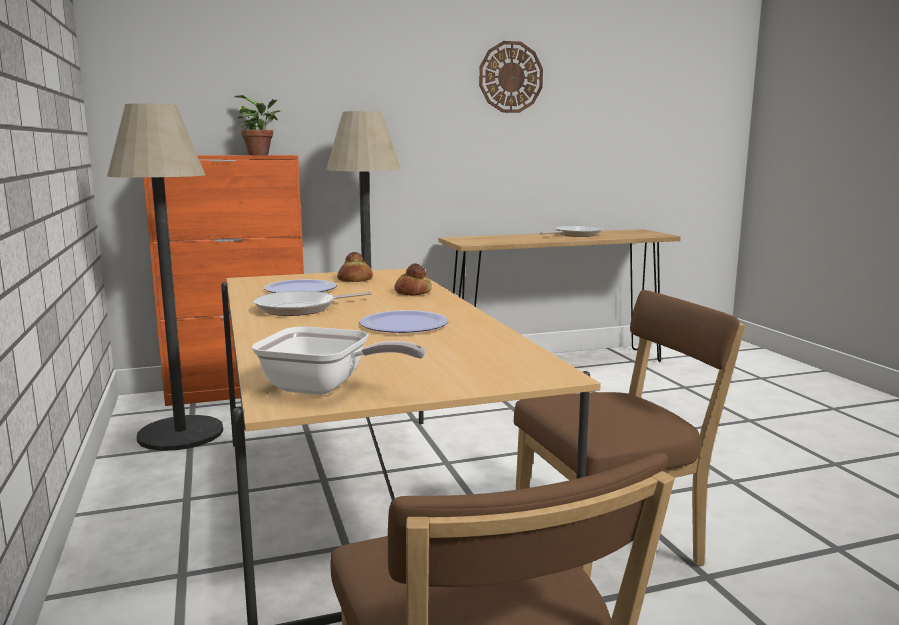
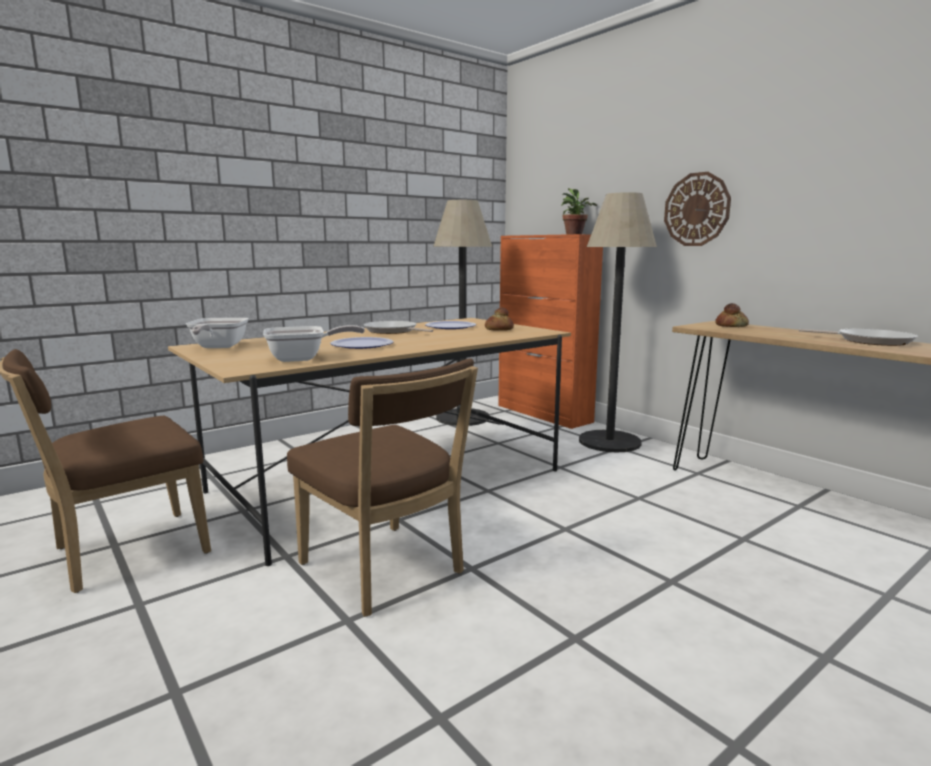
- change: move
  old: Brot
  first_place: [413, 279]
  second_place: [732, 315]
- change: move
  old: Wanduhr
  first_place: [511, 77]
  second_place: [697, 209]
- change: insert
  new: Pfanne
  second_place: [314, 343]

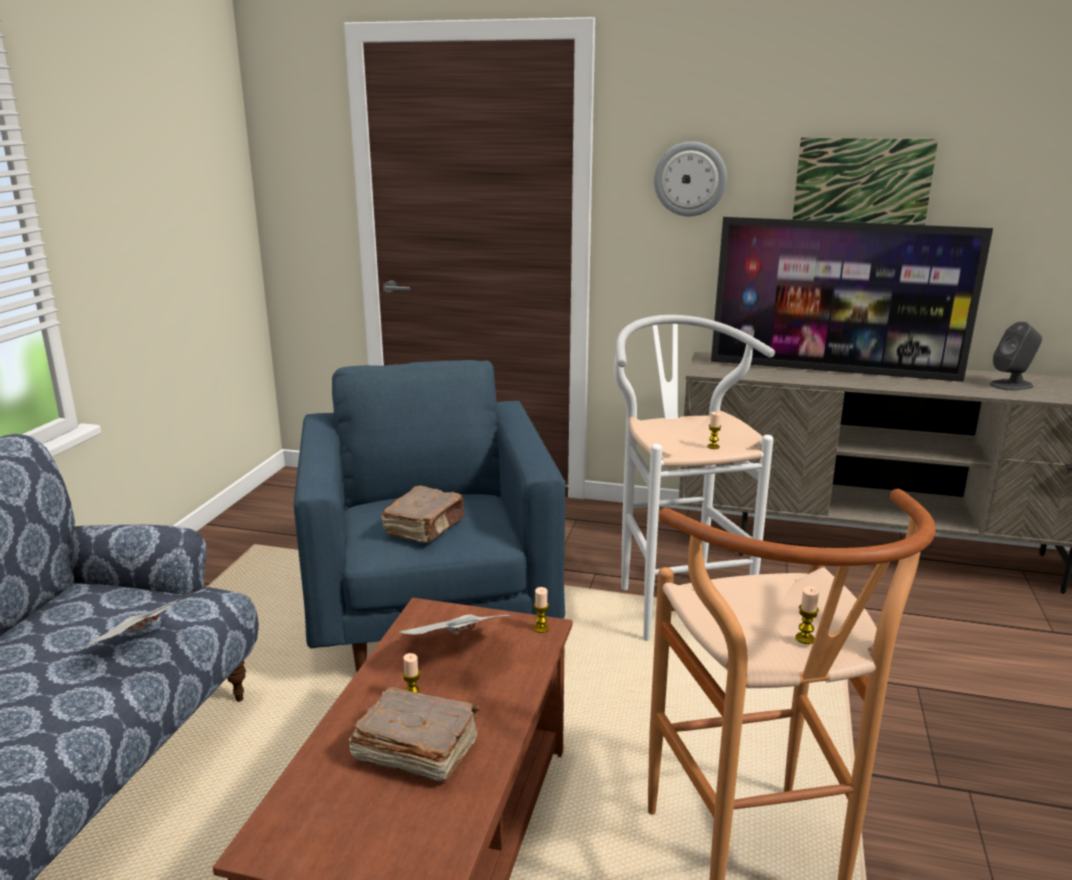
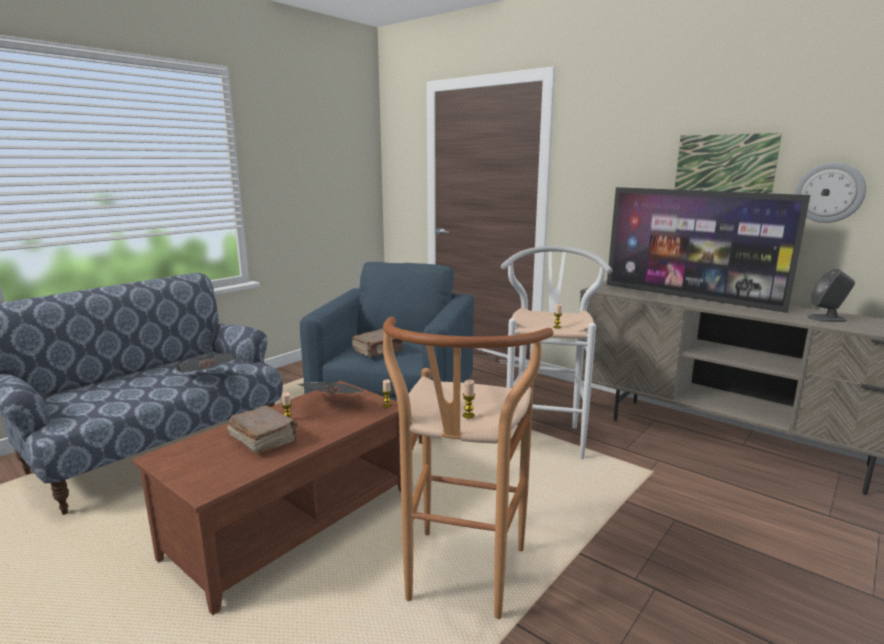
- change: move
  old: Wanduhr
  first_place: [690, 178]
  second_place: [830, 192]

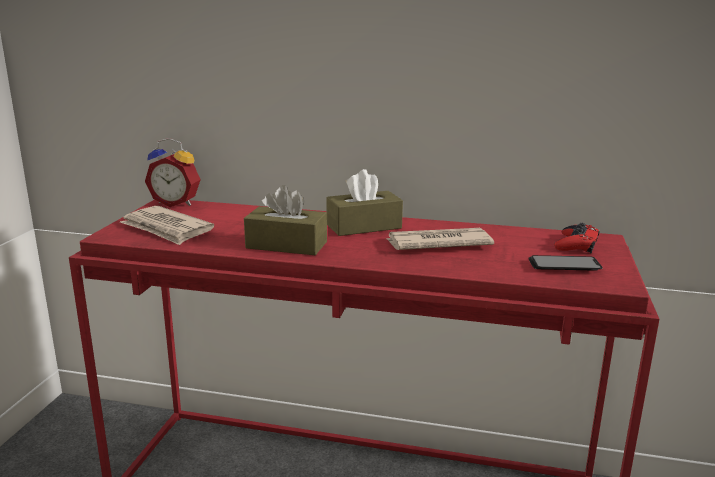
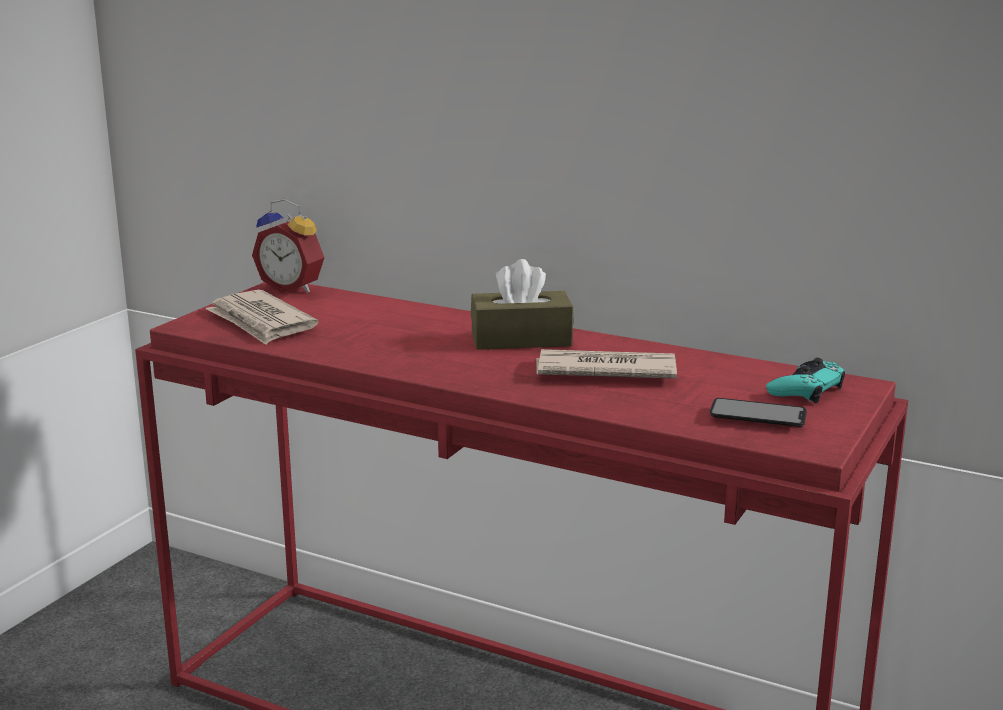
- change: delete
  old: Taschentuchbox/braun
  first_place: [285, 220]
- change: recolor
  old: Gamepad/rot
  new: Gamepad/türkis
  first_place: [577, 237]
  second_place: [805, 380]

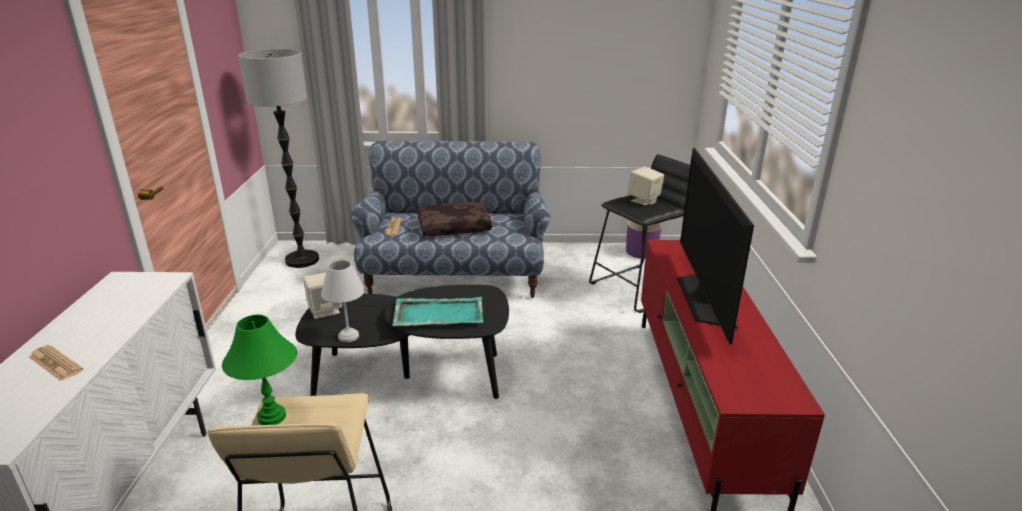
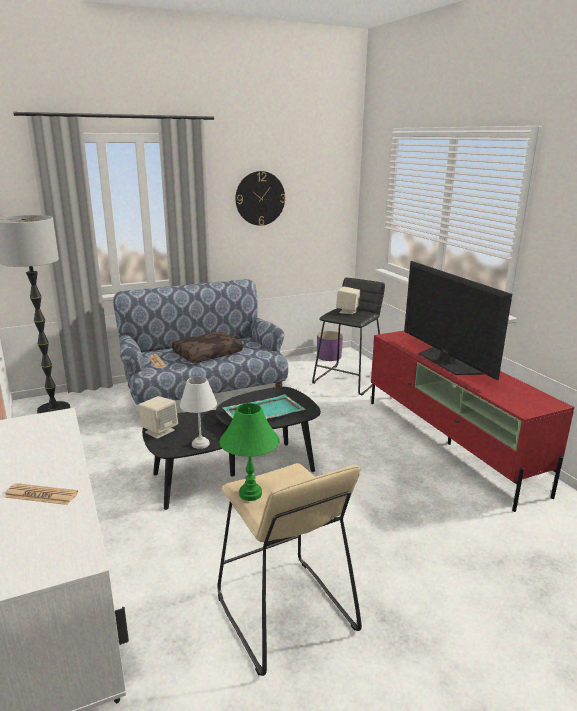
- change: insert
  new: Wanduhr
  second_place: [260, 198]

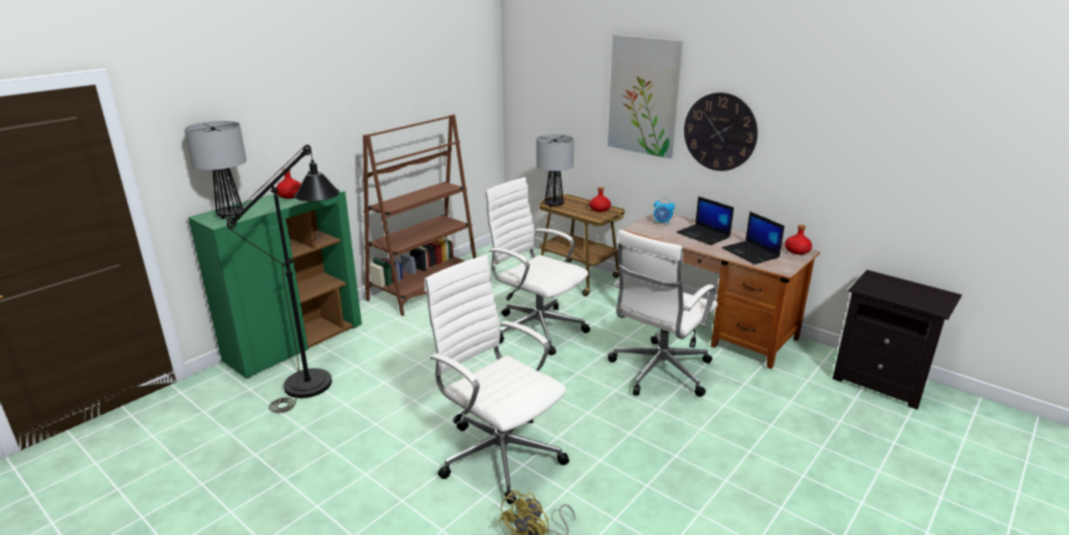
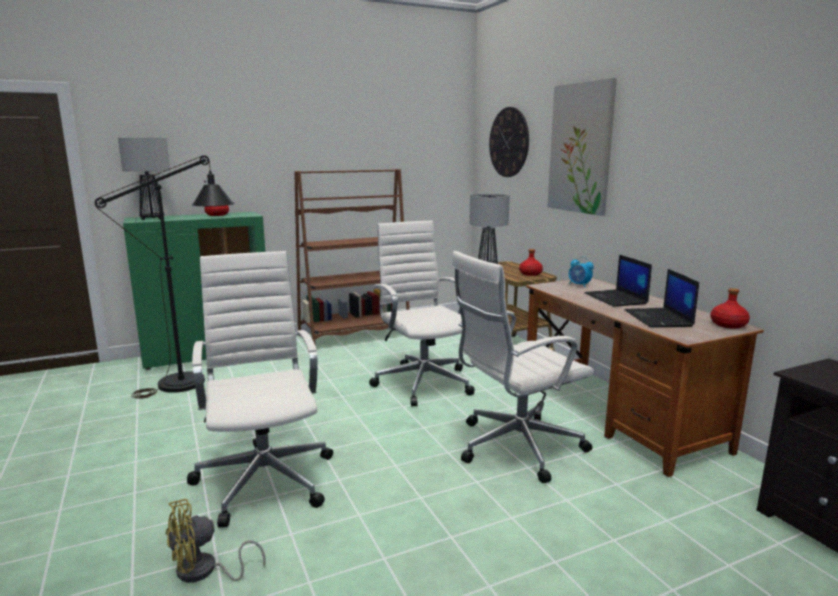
- change: move
  old: Wanduhr
  first_place: [721, 132]
  second_place: [509, 142]

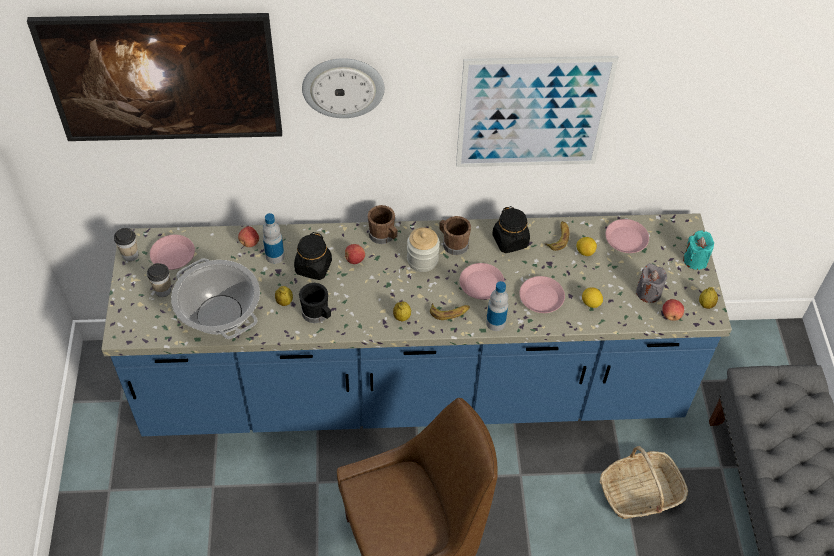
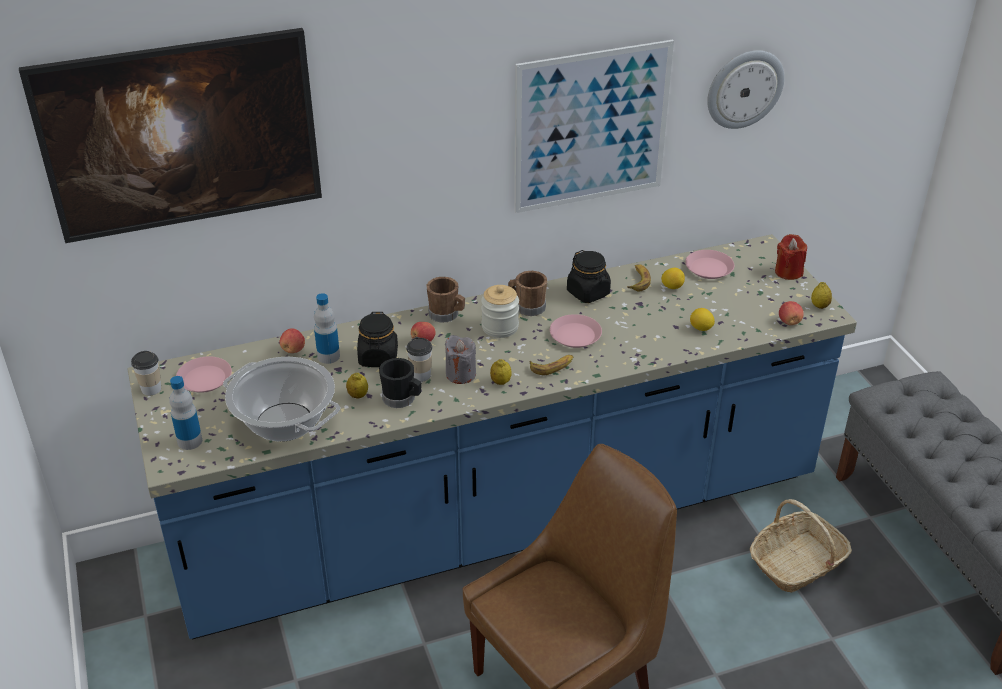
- change: move
  old: Tasse
  first_place: [159, 280]
  second_place: [419, 359]
- change: move
  old: Wanduhr
  first_place: [343, 88]
  second_place: [746, 89]
- change: move
  old: Flasche
  first_place: [497, 306]
  second_place: [185, 413]
- change: delete
  old: Teller/rosa
  first_place: [542, 294]
- change: move
  old: Kerze/grau
  first_place: [651, 283]
  second_place: [460, 359]
- change: recolor
  old: Kerze/türkis
  new: Kerze/rot
  first_place: [698, 250]
  second_place: [791, 257]

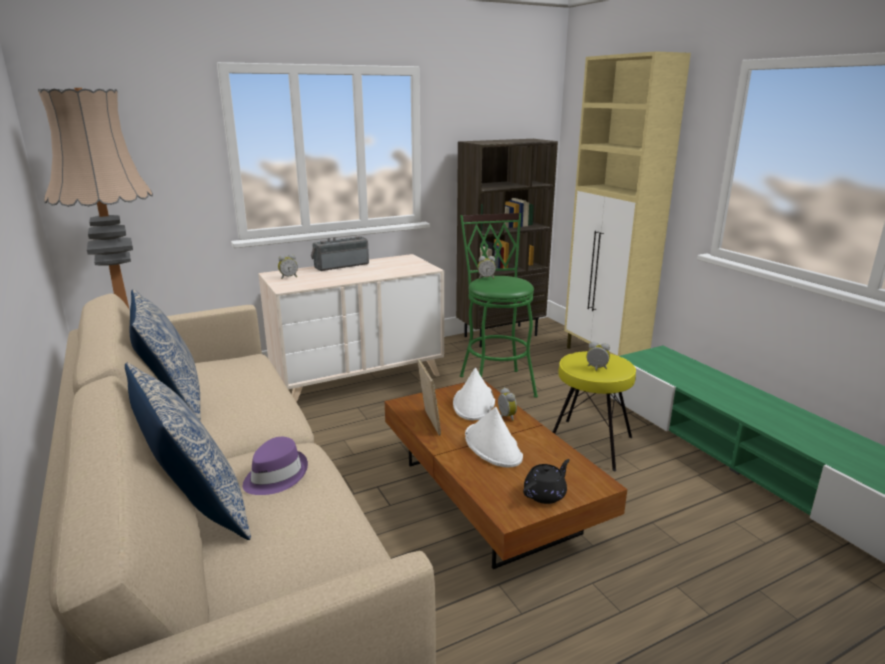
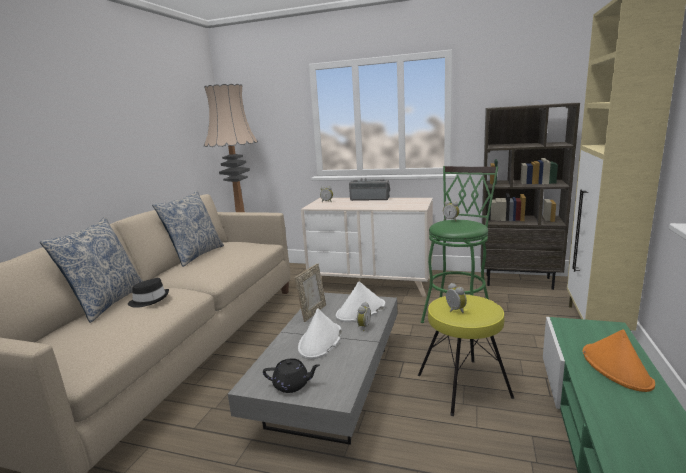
- change: recolor
  old: Hut/lila
  new: Hut/schwarz
  first_place: [275, 466]
  second_place: [148, 293]
- change: recolor
  old: Couchtisch/braun
  new: Couchtisch/grau
  first_place: [505, 474]
  second_place: [312, 369]
- change: insert
  new: Hut/orange
  second_place: [619, 360]

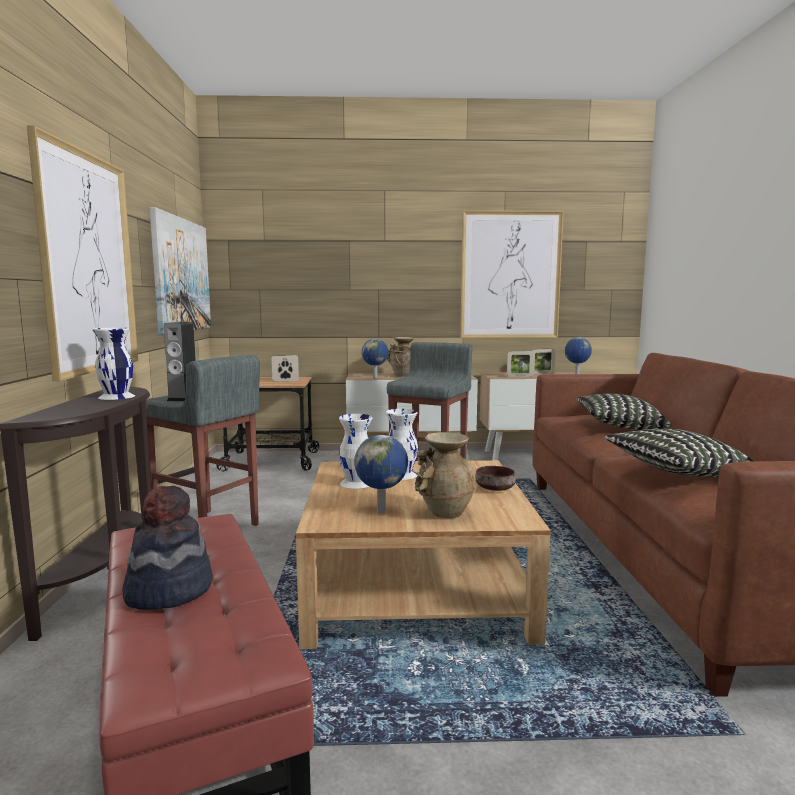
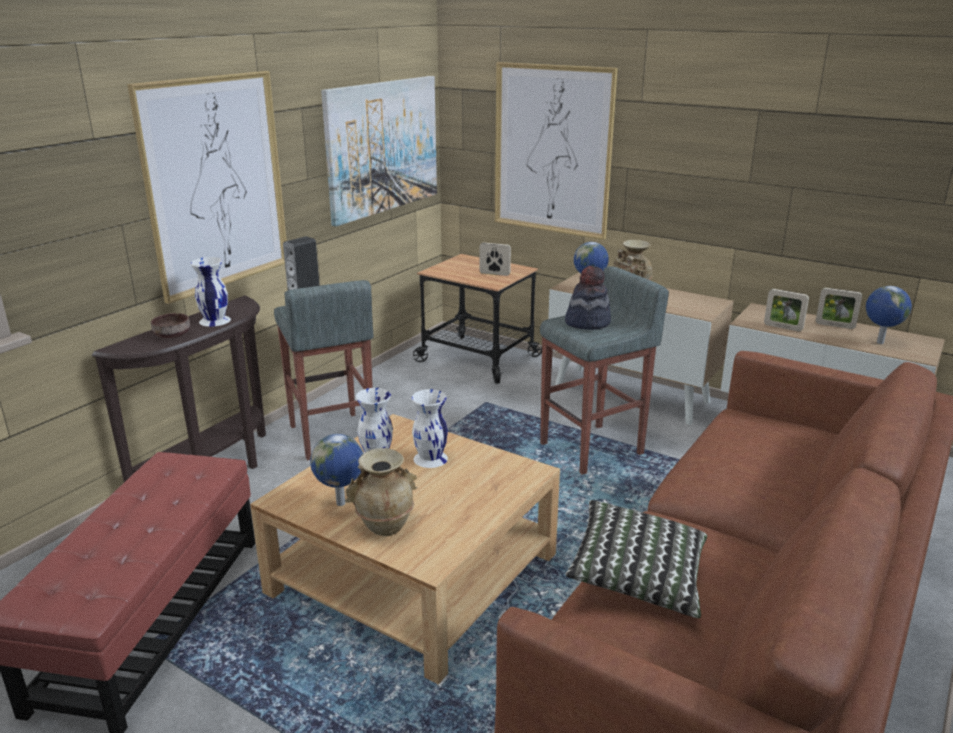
- change: move
  old: Hut
  first_place: [167, 548]
  second_place: [588, 298]
- change: move
  old: Bild
  first_place: [512, 274]
  second_place: [556, 151]
- change: move
  old: Schüssel/braun
  first_place: [495, 478]
  second_place: [170, 325]
- change: delete
  old: Kissen
  first_place: [624, 412]

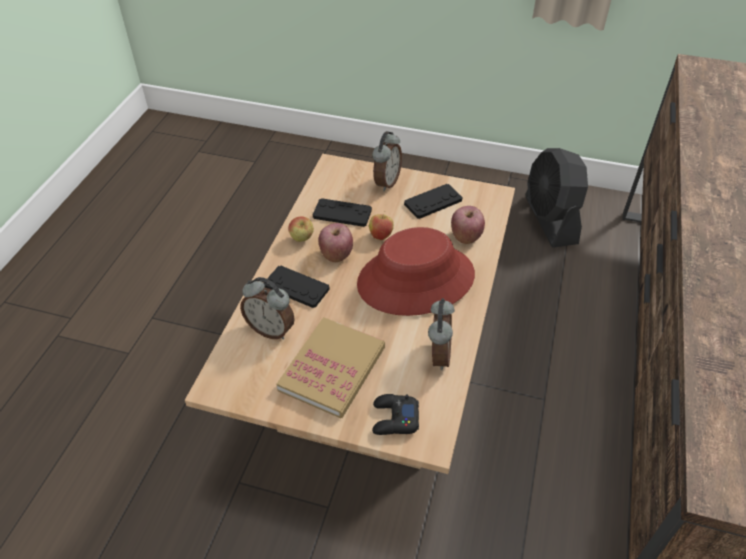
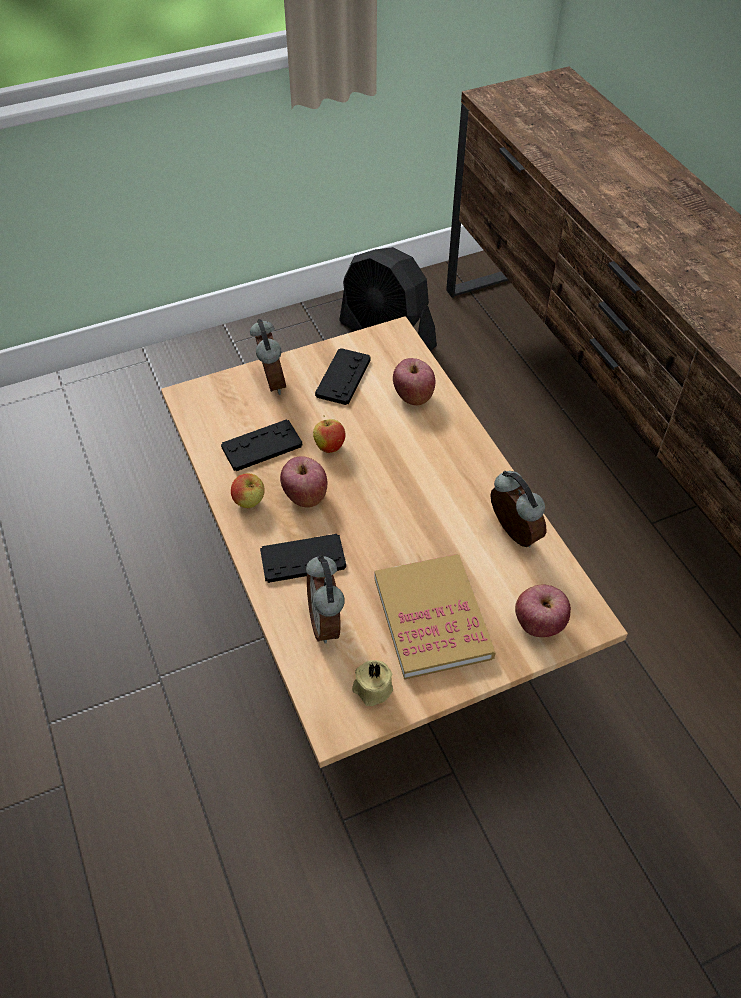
- change: rotate
  old: Wecker
  first_place: [267, 308]
  second_place: [325, 599]
  degrees: 90
- change: delete
  old: Hut/rot
  first_place: [416, 271]
- change: replace
  old: Gamepad/schwarz
  new: Apfel
  first_place: [395, 414]
  second_place: [543, 611]
- change: insert
  new: Kerze/beige
  second_place: [372, 683]

